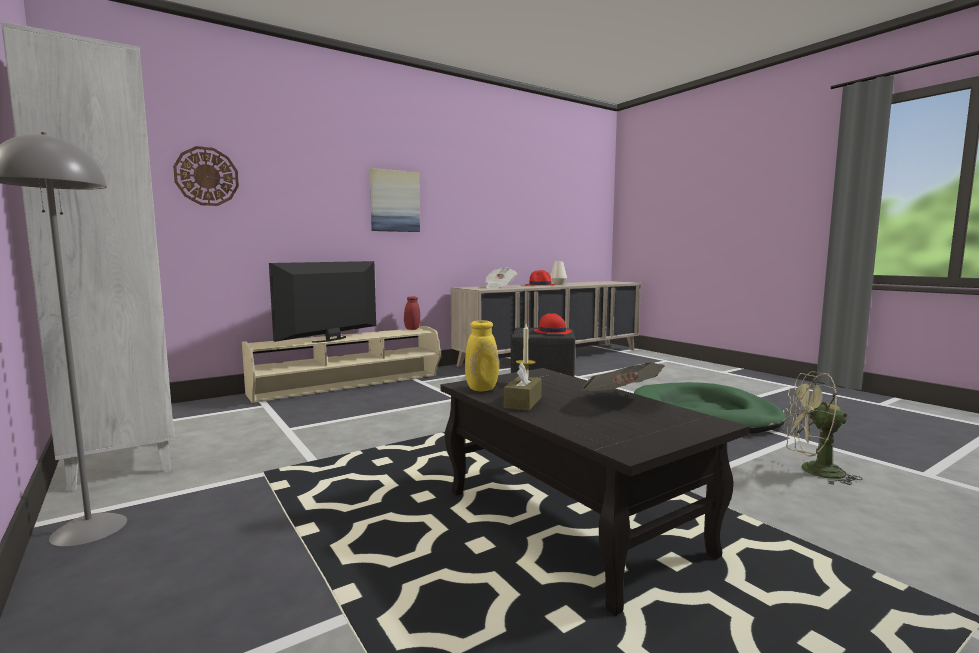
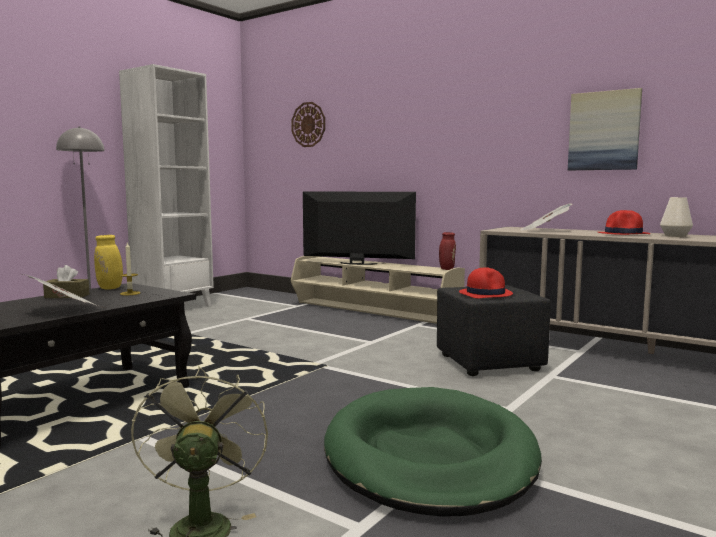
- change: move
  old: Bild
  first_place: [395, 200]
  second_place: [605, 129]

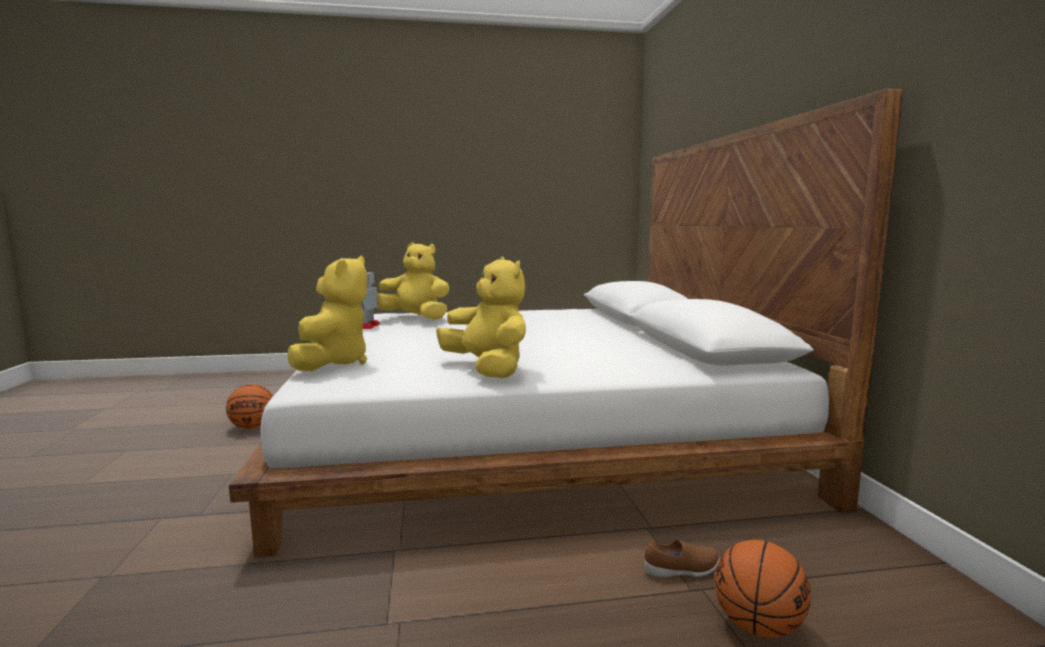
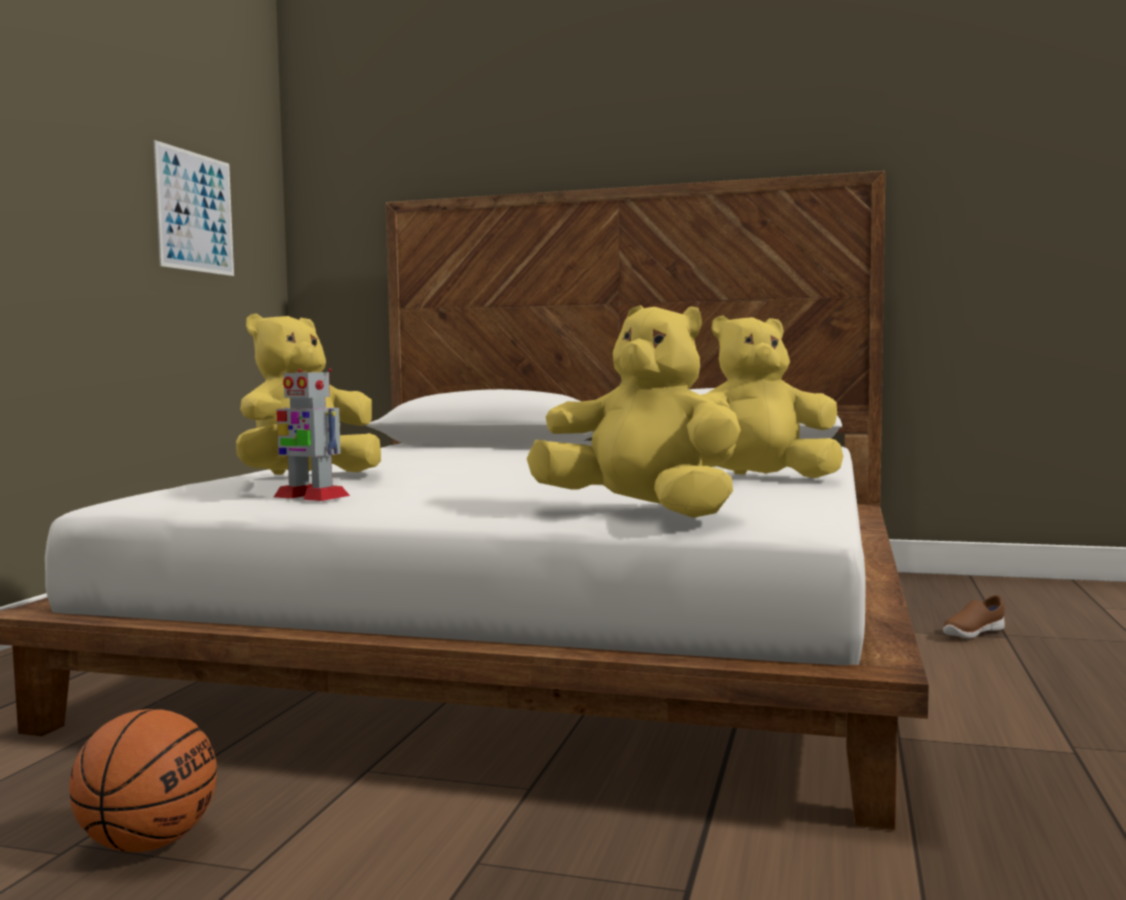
- change: rotate
  old: Schuh/braun
  first_place: [682, 558]
  second_place: [974, 616]
  degrees: -135
- change: delete
  old: Basketball
  first_place: [763, 589]
- change: insert
  new: Bild
  second_place: [193, 208]

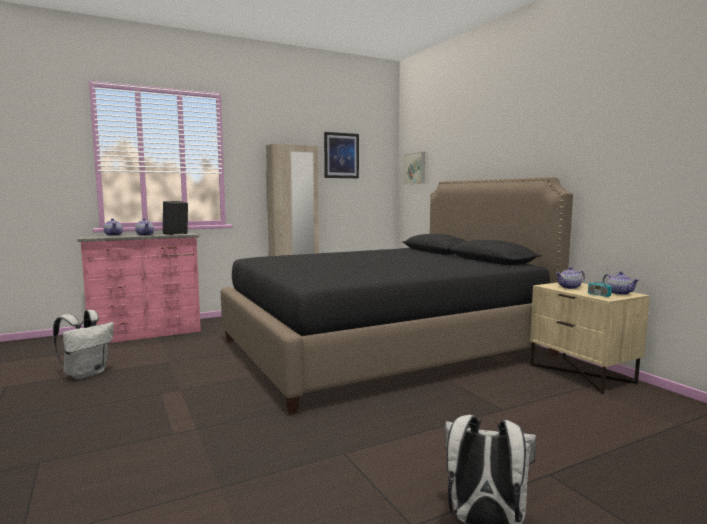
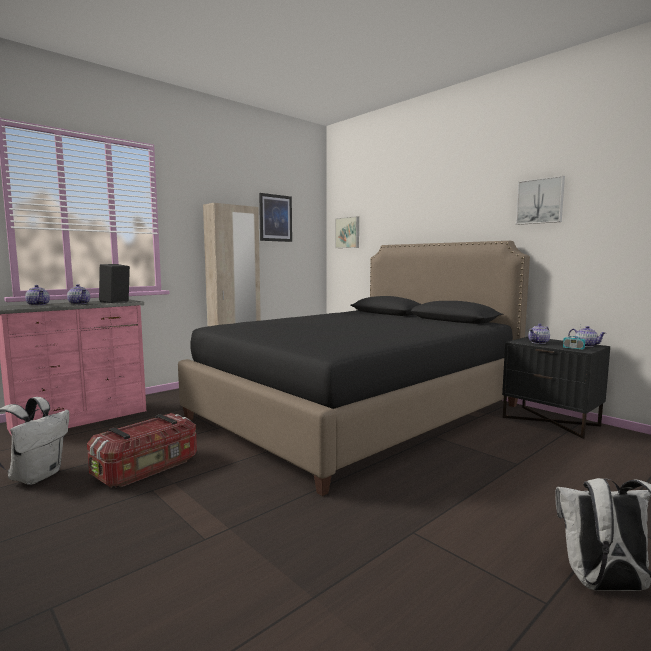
- change: recolor
  old: Nachttisch/beige
  new: Nachttisch/schwarz
  first_place: [590, 338]
  second_place: [556, 388]
- change: insert
  new: Aufbewahrungsbox
  second_place: [142, 450]
- change: insert
  new: Bild
  second_place: [540, 200]

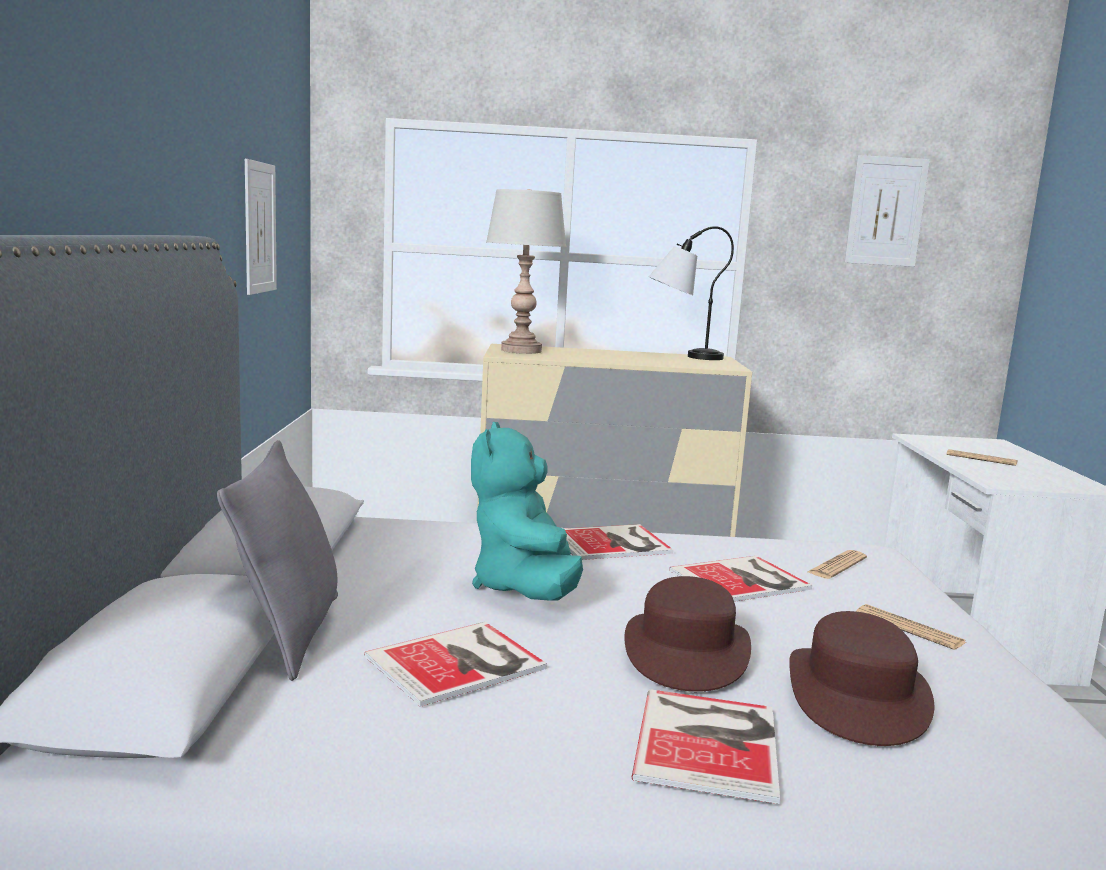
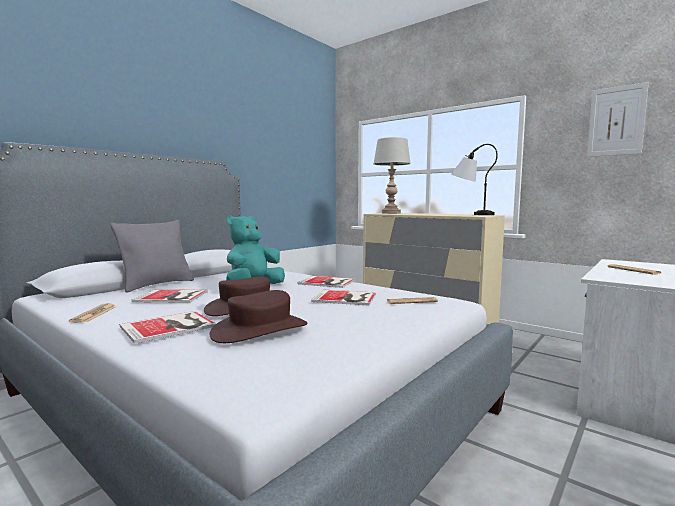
- change: delete
  old: Bild
  first_place: [261, 227]
- change: move
  old: Zeitung
  first_place: [911, 627]
  second_place: [93, 313]

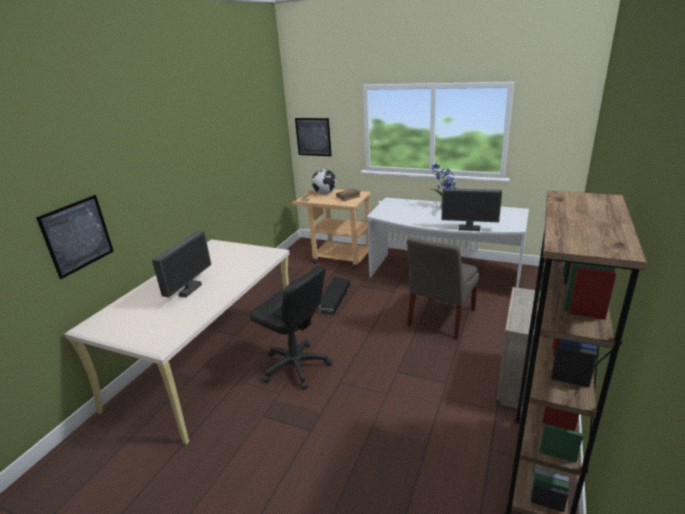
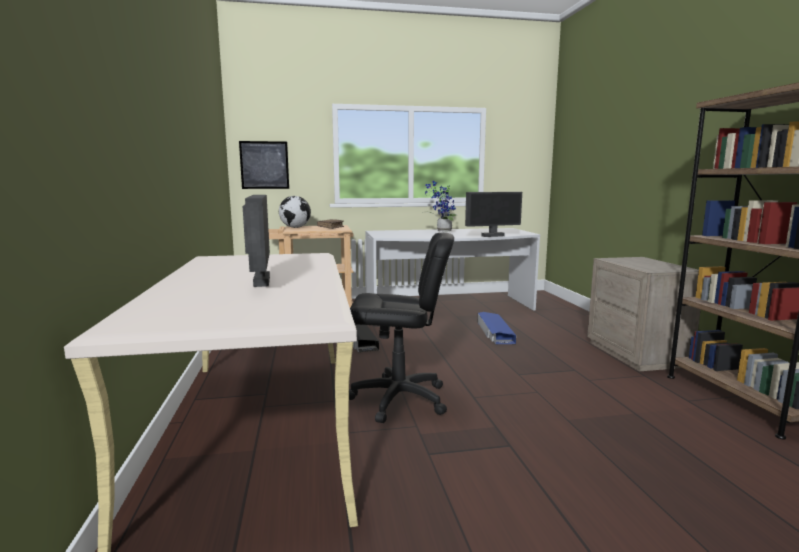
- change: delete
  old: Bild
  first_place: [75, 237]
- change: replace
  old: Stuhl/grau
  new: Aufbewahrungsbox/blau
  first_place: [443, 288]
  second_place: [497, 328]

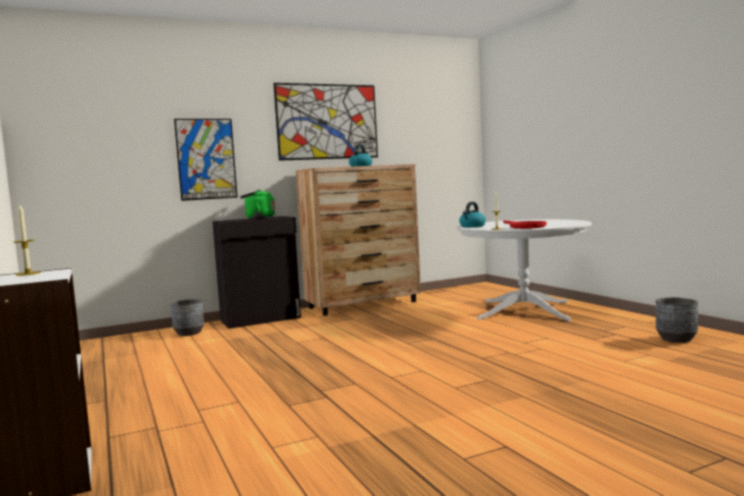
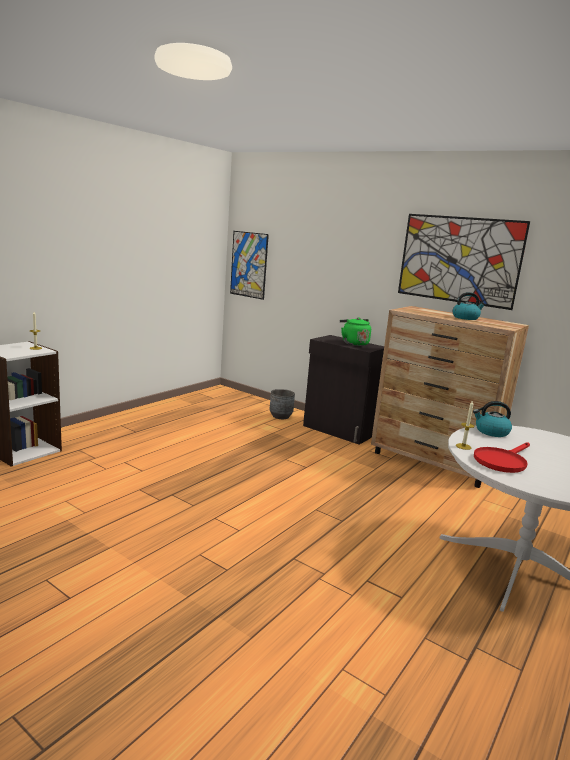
- change: move
  old: Bild
  first_place: [206, 160]
  second_place: [249, 265]
- change: delete
  old: Pflanzkübel/grau
  first_place: [677, 320]

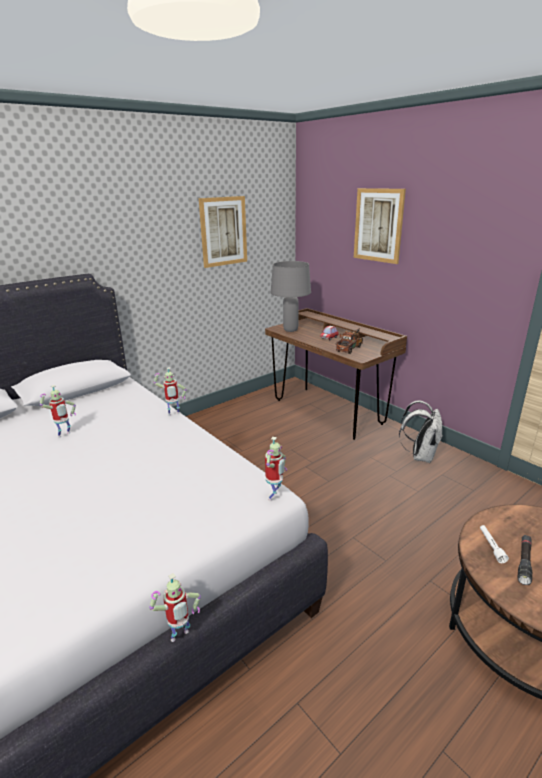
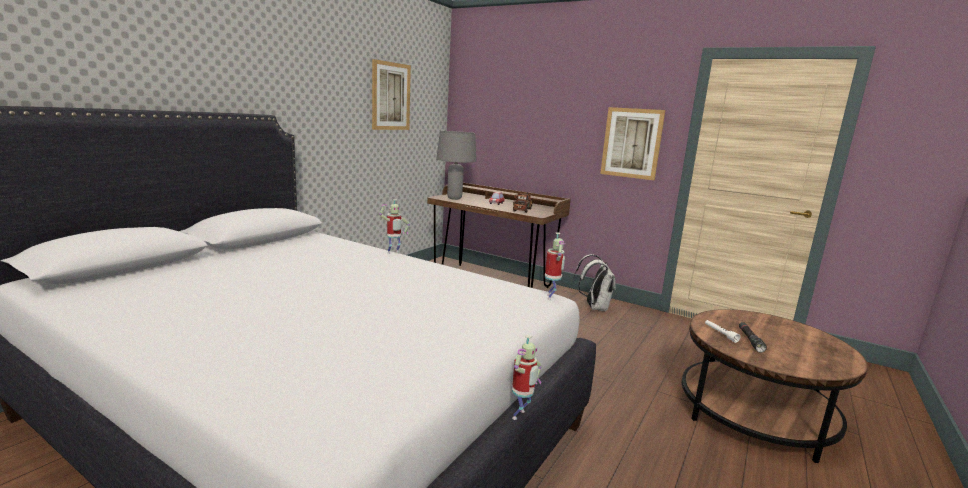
- change: delete
  old: Spielzeugroboter
  first_place: [58, 411]
- change: move
  old: Bild
  first_place: [380, 226]
  second_place: [633, 143]

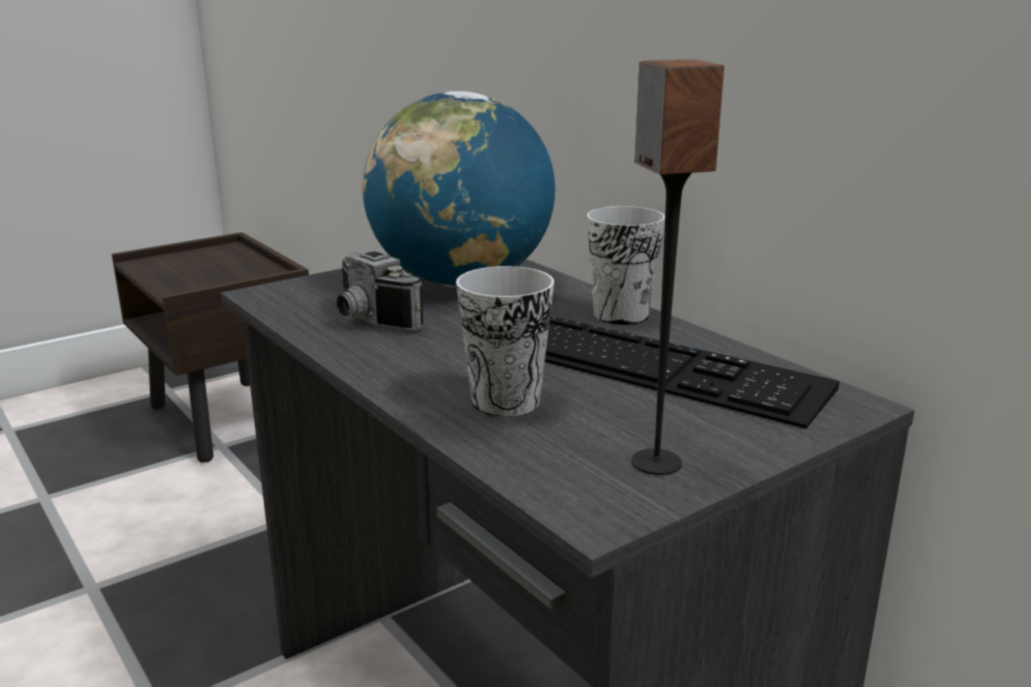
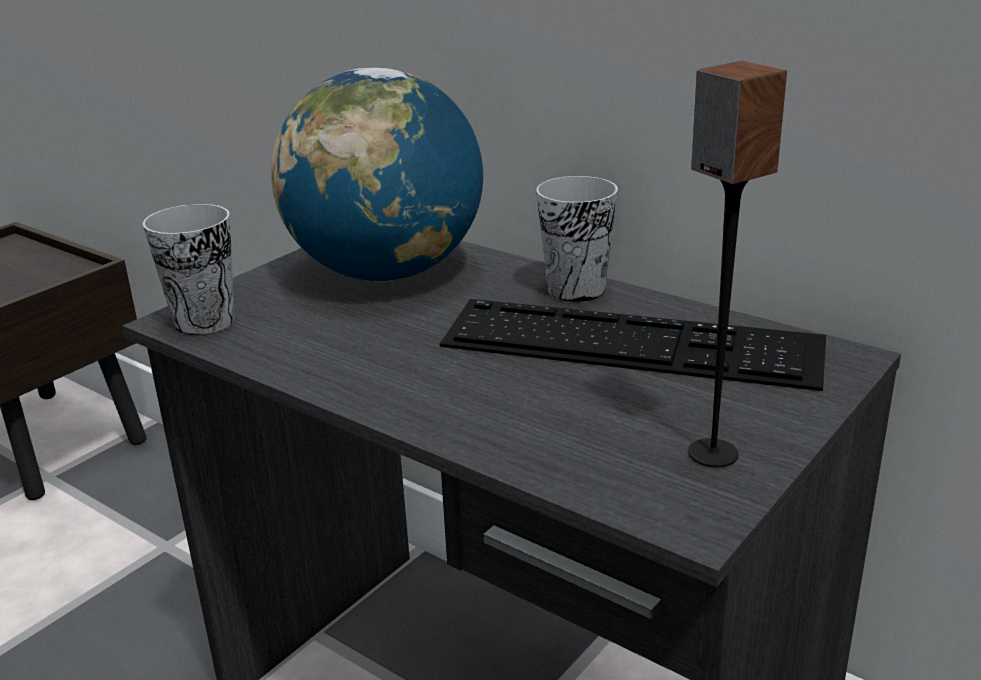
- change: delete
  old: Kamera
  first_place: [380, 291]
- change: move
  old: Tasse
  first_place: [505, 341]
  second_place: [189, 269]

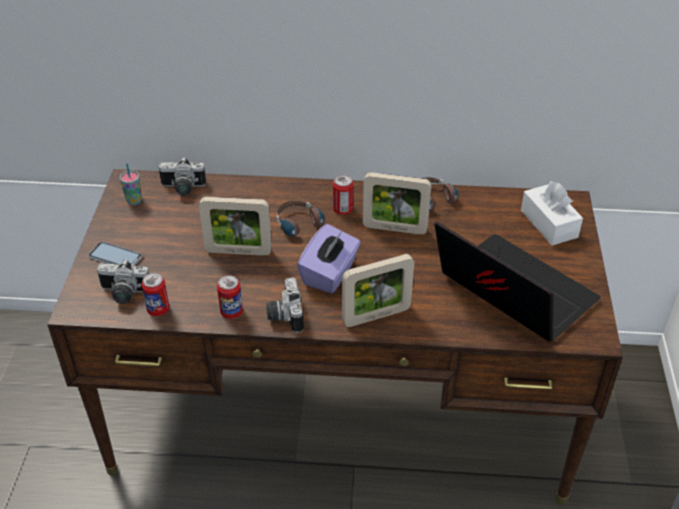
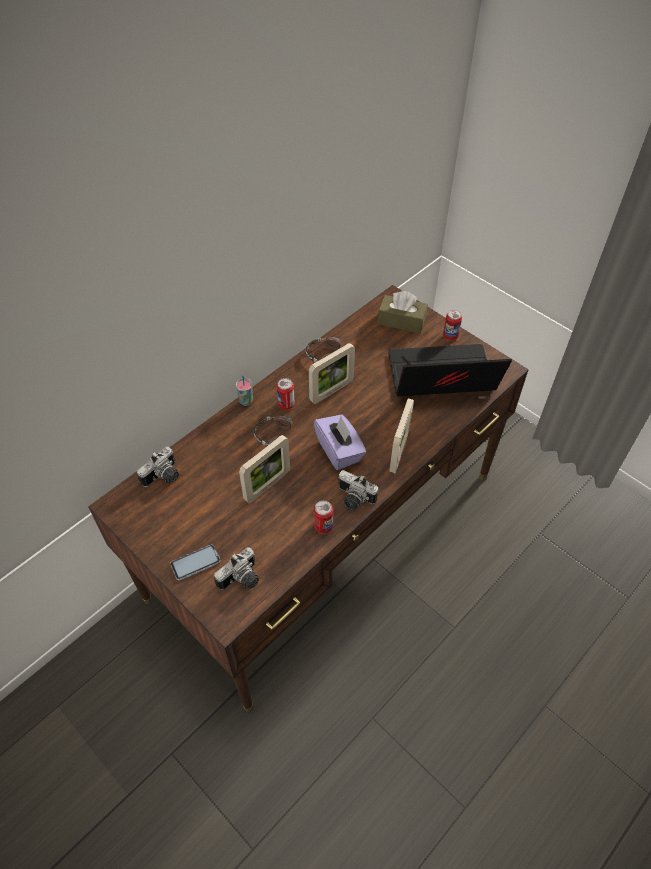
- change: move
  old: Tasse
  first_place: [131, 184]
  second_place: [244, 390]
- change: move
  old: Dose
  first_place: [155, 294]
  second_place: [452, 325]
- change: recolor
  old: Taschentuchbox/weiß
  new: Taschentuchbox/braun
  first_place: [552, 213]
  second_place: [403, 312]

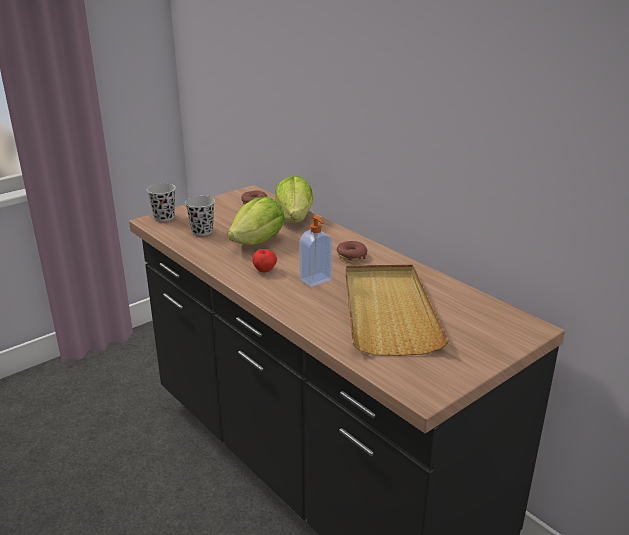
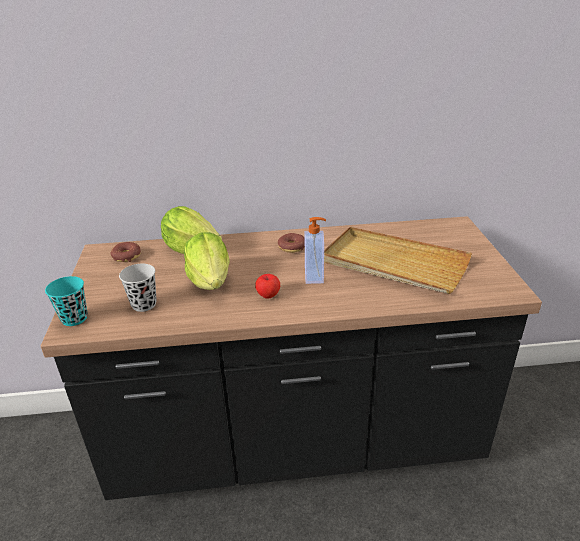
- change: recolor
  old: Tasse/schwarz
  new: Tasse/türkis
  first_place: [161, 202]
  second_place: [66, 301]

